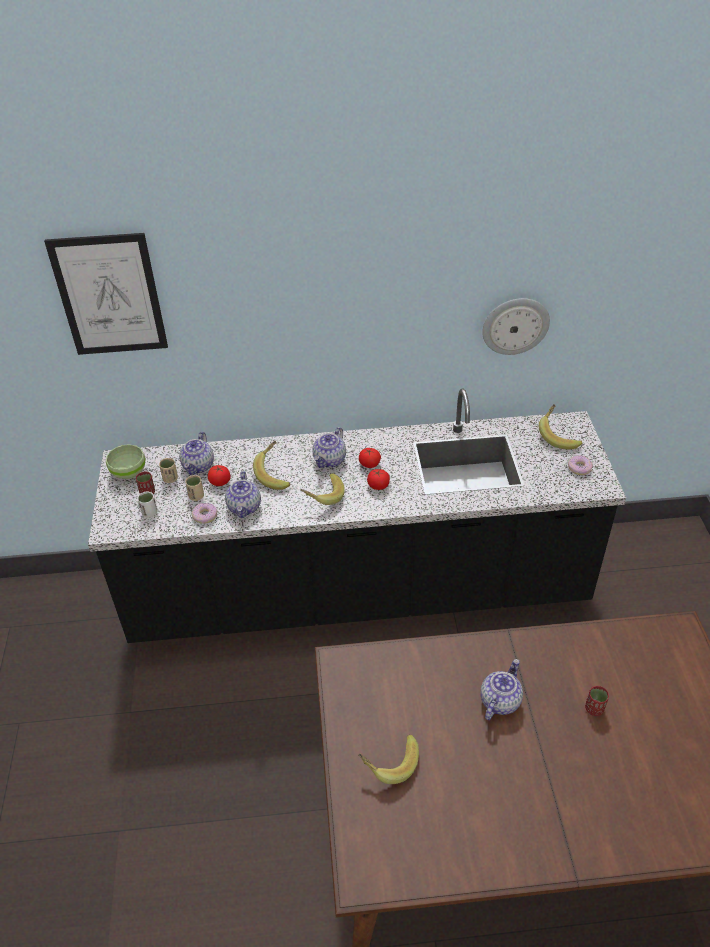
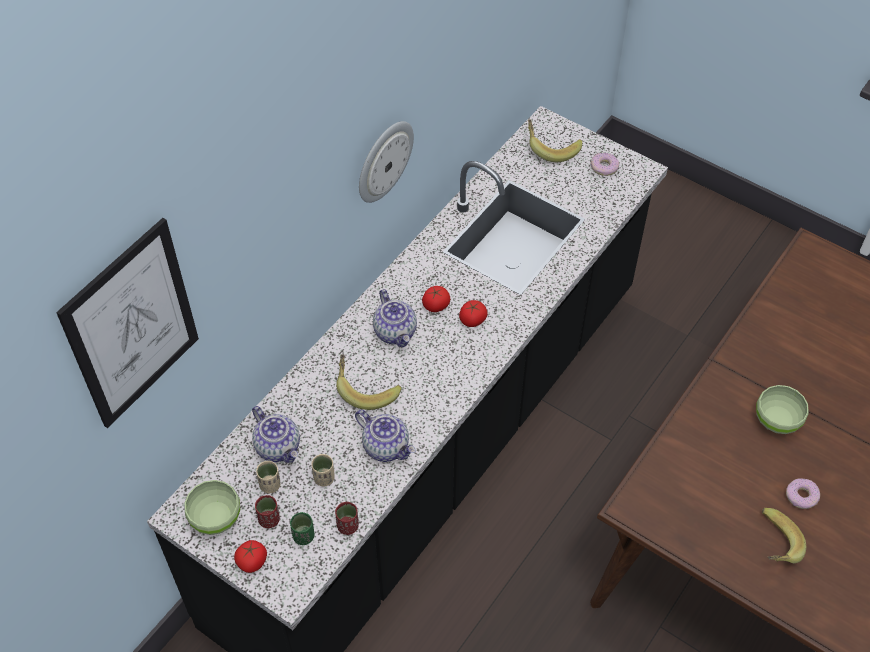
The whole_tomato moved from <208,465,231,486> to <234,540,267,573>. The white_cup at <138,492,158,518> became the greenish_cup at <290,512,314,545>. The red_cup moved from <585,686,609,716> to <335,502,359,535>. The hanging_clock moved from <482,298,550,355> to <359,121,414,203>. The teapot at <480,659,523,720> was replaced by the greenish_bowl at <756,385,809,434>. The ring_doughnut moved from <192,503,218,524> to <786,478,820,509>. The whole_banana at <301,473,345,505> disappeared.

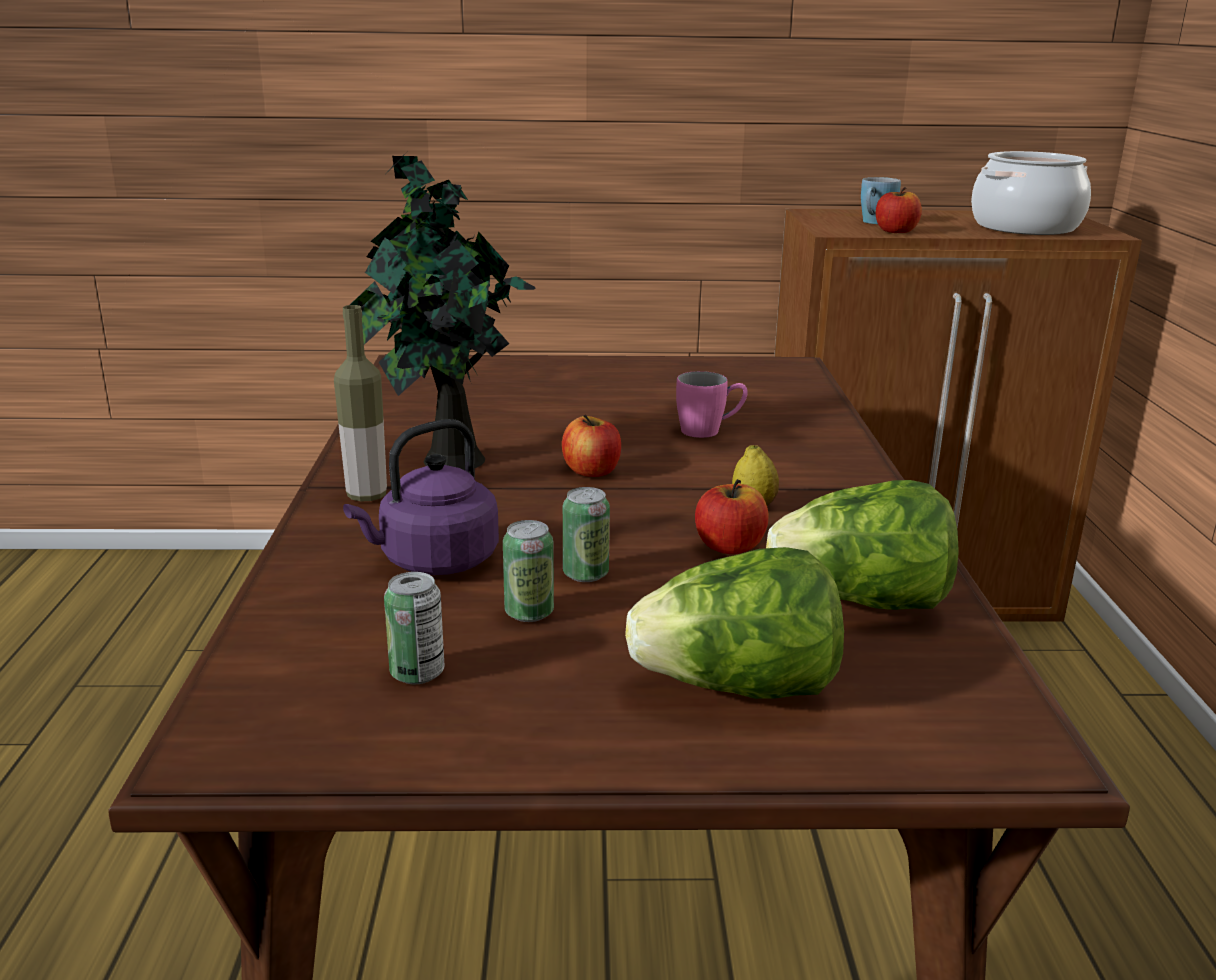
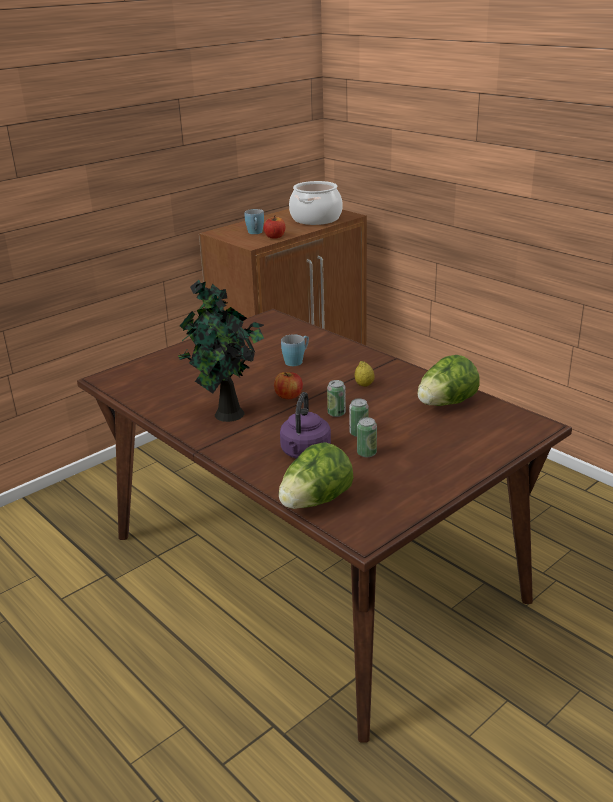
The lettuce moved from <625,547,844,699> to <279,442,353,509>. The pinkish_mug at <676,371,748,438> became the blue_mug at <281,335,309,366>. The can moved from <384,572,445,684> to <327,380,346,417>. The beverage_bottle at <334,305,387,501> disappeared. The apple_fruit at <695,479,768,554> disappeared.

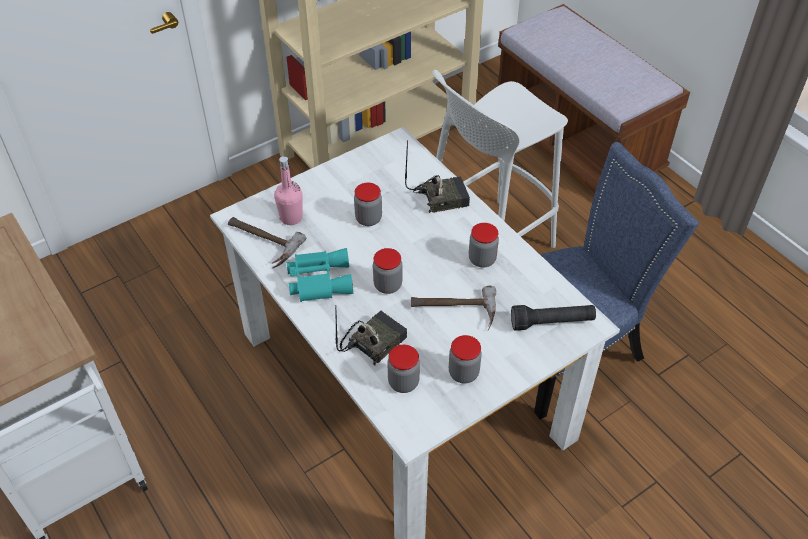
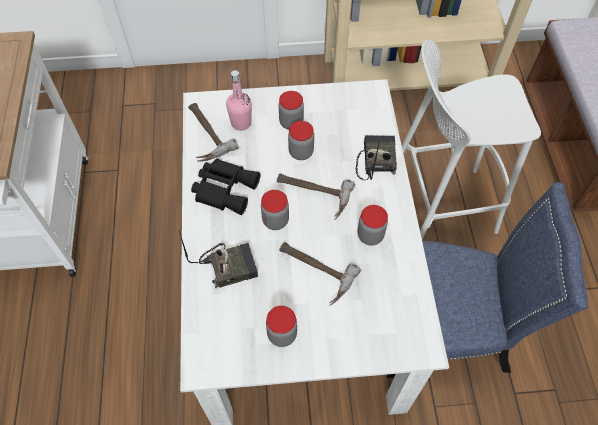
The turquoise-coloured_binoculars at <287,248,353,302> became the black_binoculars at <191,158,261,215>. The hand_hammer at <277,174,355,220> appeared. The preserve_jar moved from <388,345,420,393> to <279,91,304,130>. The radio at <405,140,470,213> turned 105 degrees counterclockwise. The black_flashlight at <511,305,596,331> disappeared.

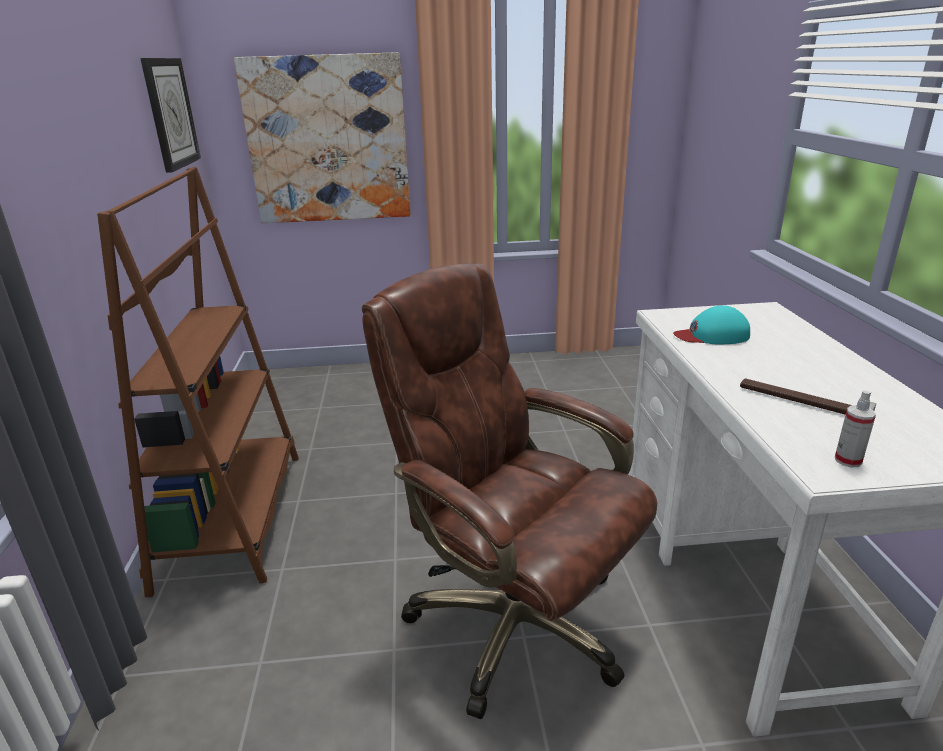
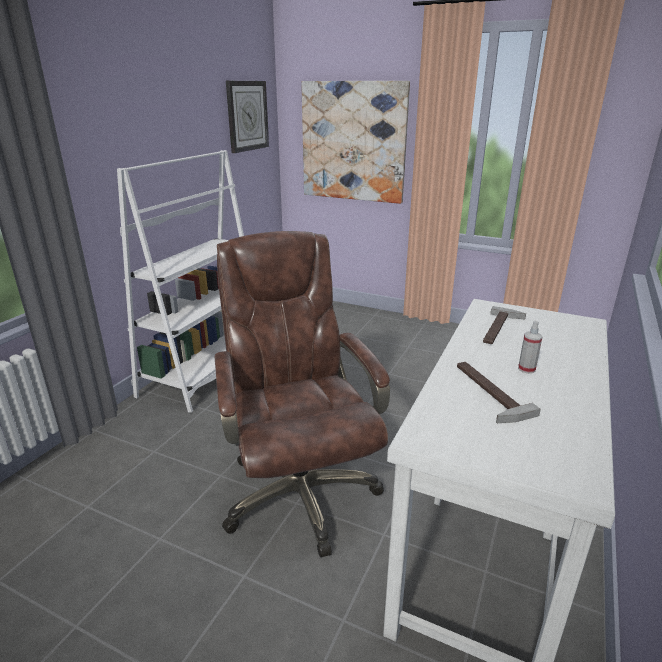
The brown-coloured_bookshelf at <97,167,299,597> became the white_bookshelf at <117,150,244,413>. The turquoise-coloured_cap at <673,305,750,344> was replaced by the hand_hammer at <483,306,526,344>. The sprayer moved from <835,390,876,467> to <518,321,542,374>.

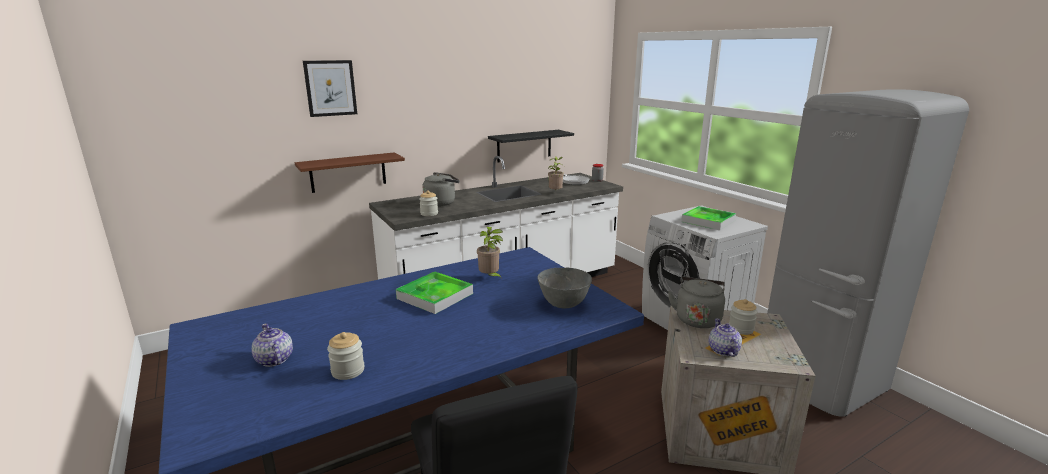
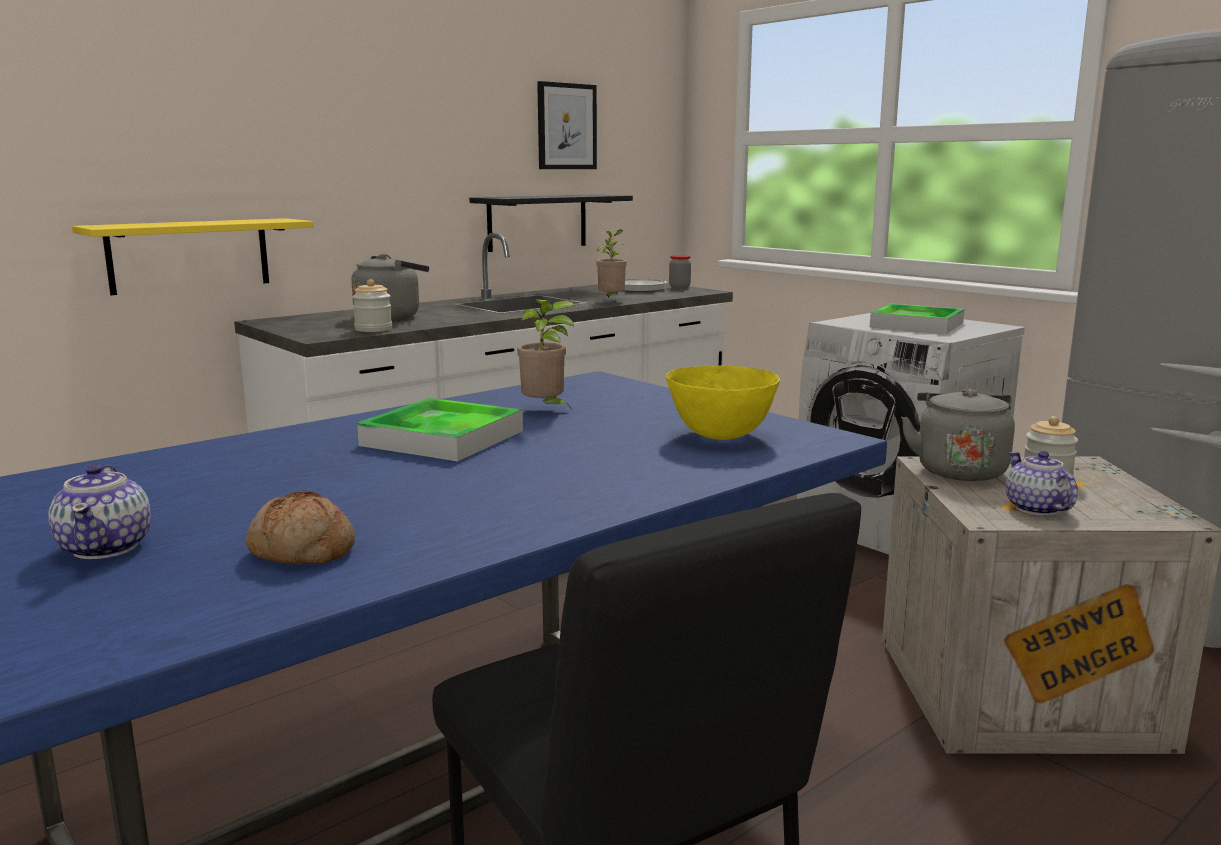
The teapot at <252,324,293,367> turned 150 degrees counterclockwise. The brown-coloured_bracket_shelf at <295,153,405,193> became the yellowish_bracket_shelf at <72,218,314,295>. The preserve_jar at <327,332,365,380> was replaced by the bread at <246,491,355,564>. The picture moved from <303,60,357,117> to <537,81,597,169>. The gray_bowl at <537,268,592,309> became the yellowish_bowl at <666,365,780,440>.

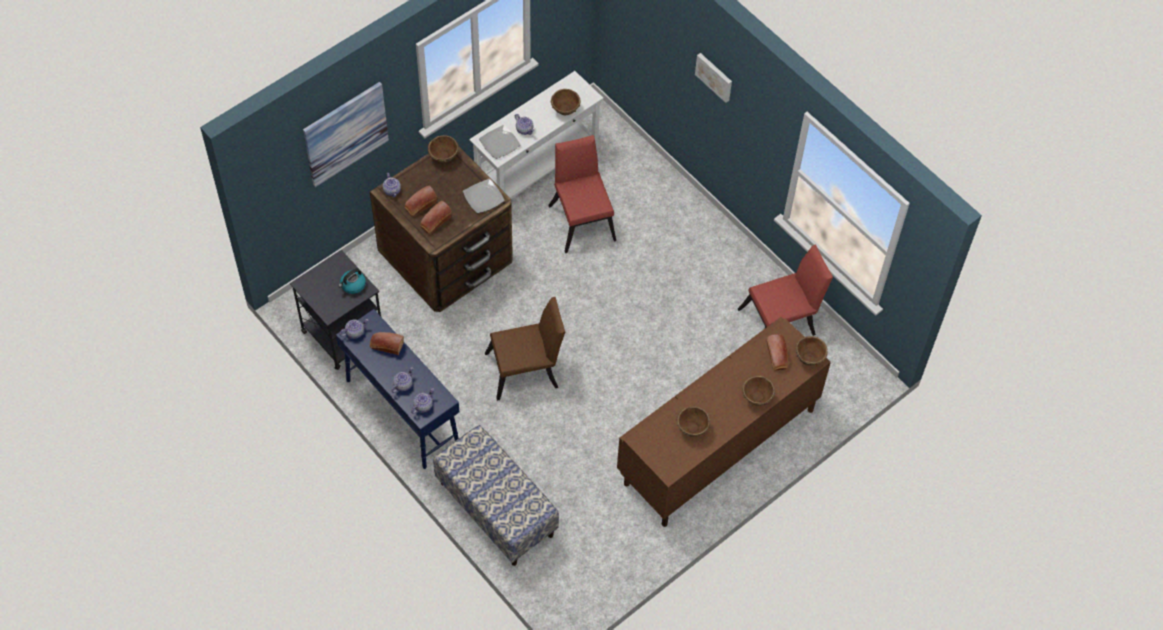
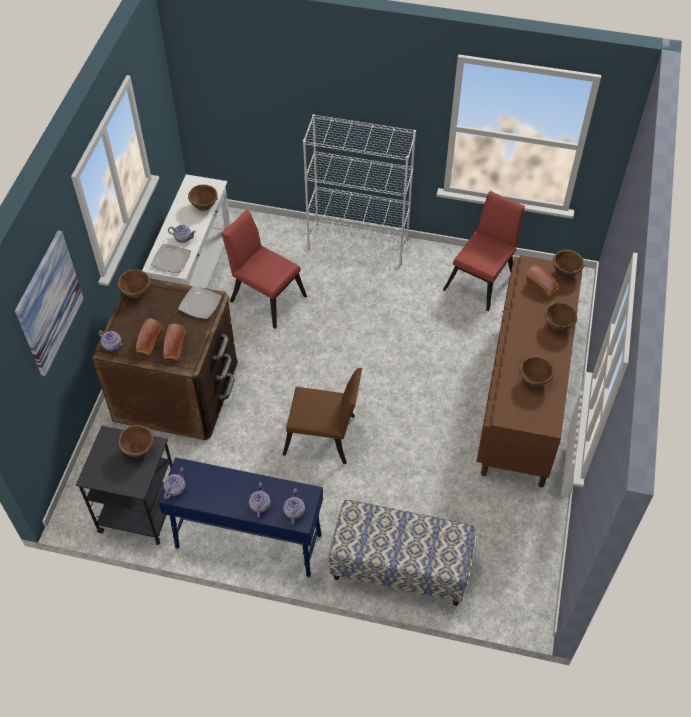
The water_kettle at <338,268,366,294> was replaced by the brown-coloured_bowl at <118,425,155,457>. The brown-coloured_upright_chair at <485,296,565,401> turned 60 degrees clockwise. The white_bookshelf at <303,114,416,266> appeared. The bread at <370,332,404,355> disappeared. The picture at <695,53,732,103> disappeared.

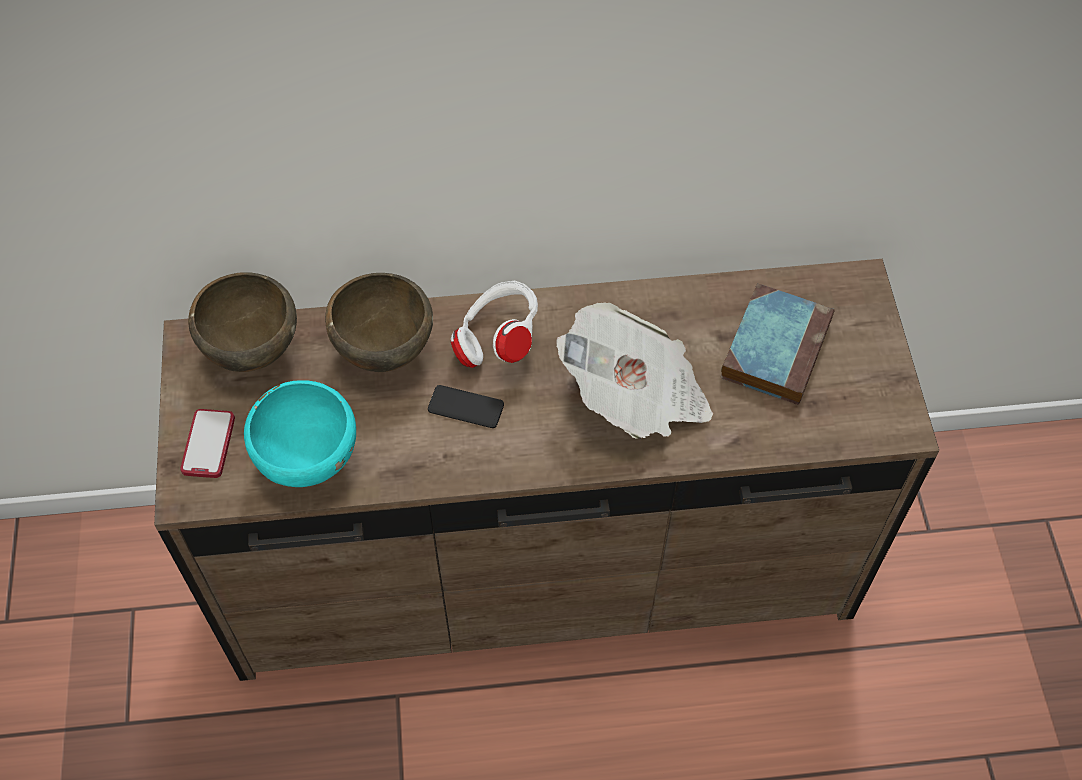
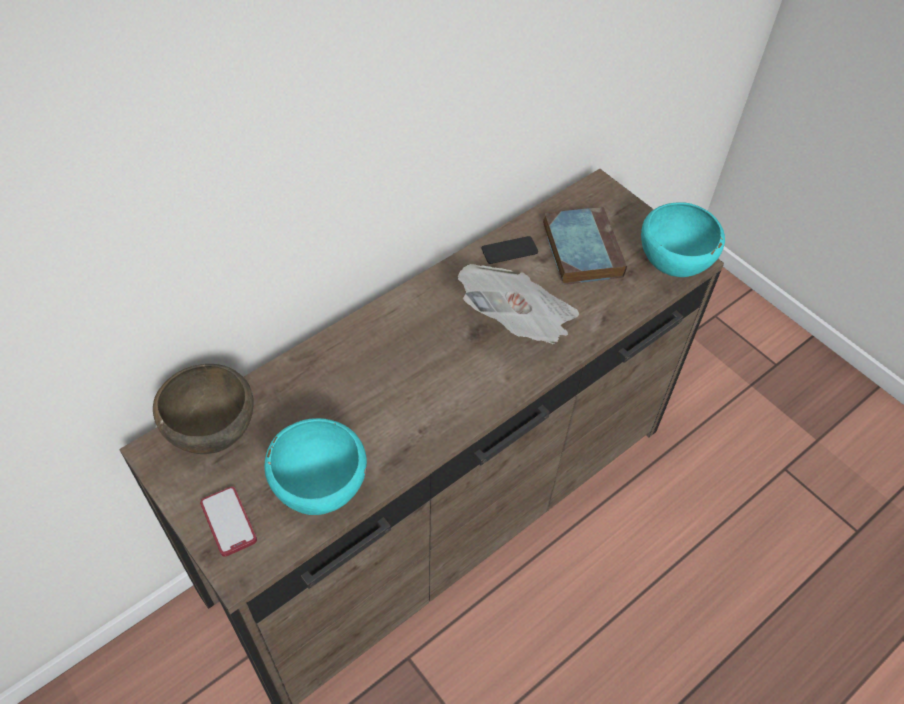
The phone moved from <428,385,504,428> to <482,236,538,264>. The turquoise-coloured_bowl at <641,202,725,277> appeared. The brown-coloured_bowl at <325,273,433,372> disappeared. The white_pair_of_headphones at <451,281,538,368> disappeared.

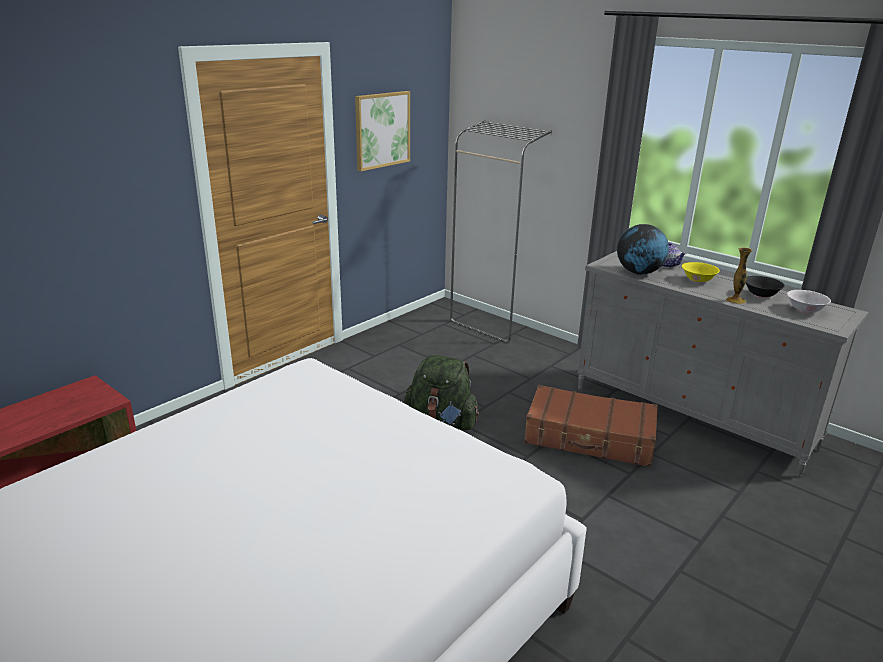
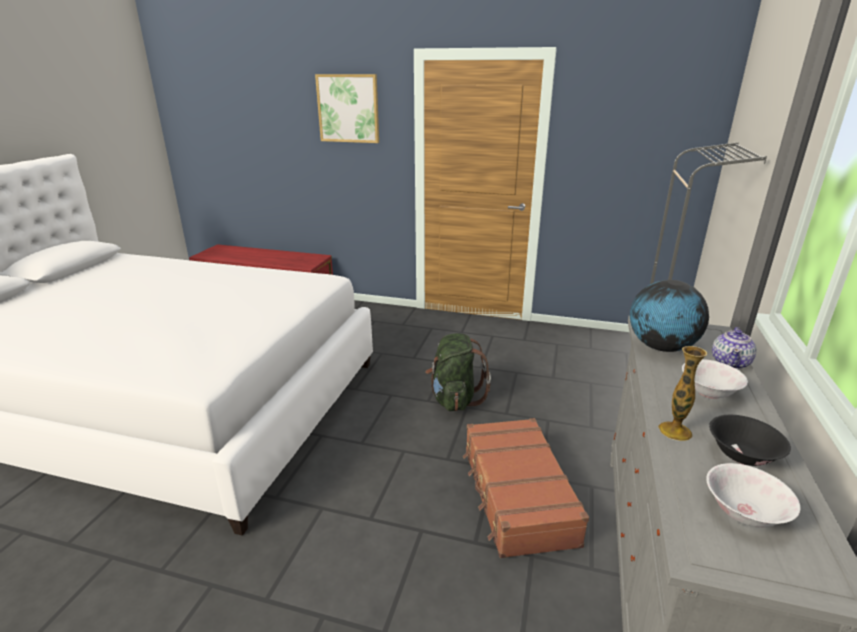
The picture moved from <355,91,410,171> to <315,74,379,143>. The yellowish_bowl at <682,262,720,283> became the white_bowl at <682,359,748,399>.

